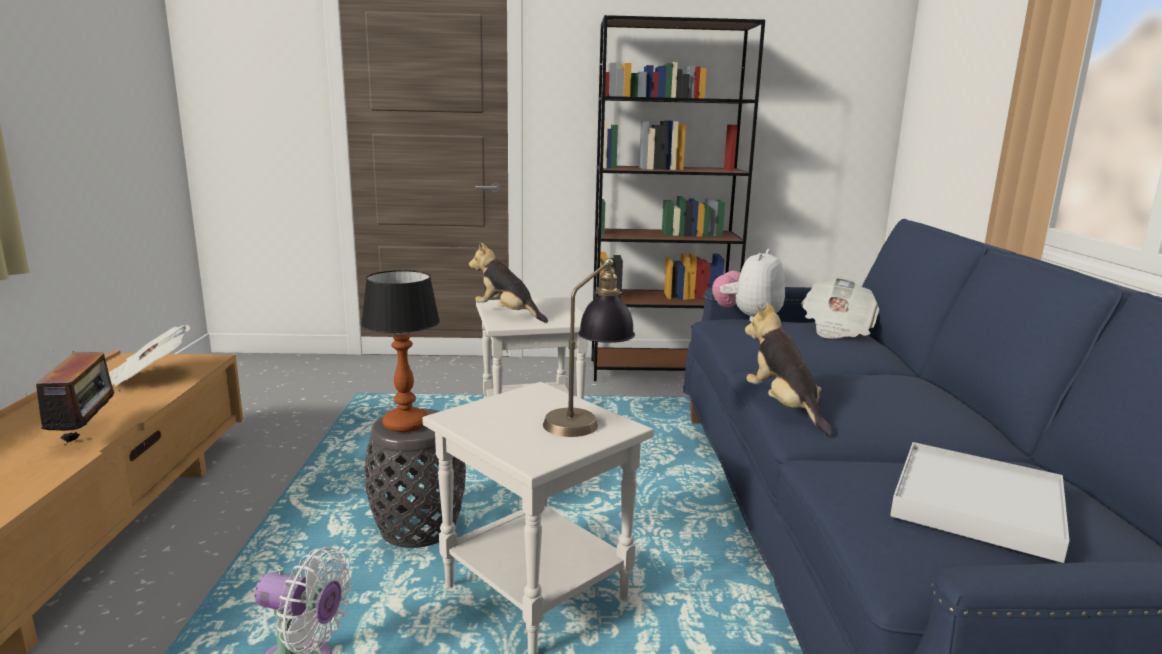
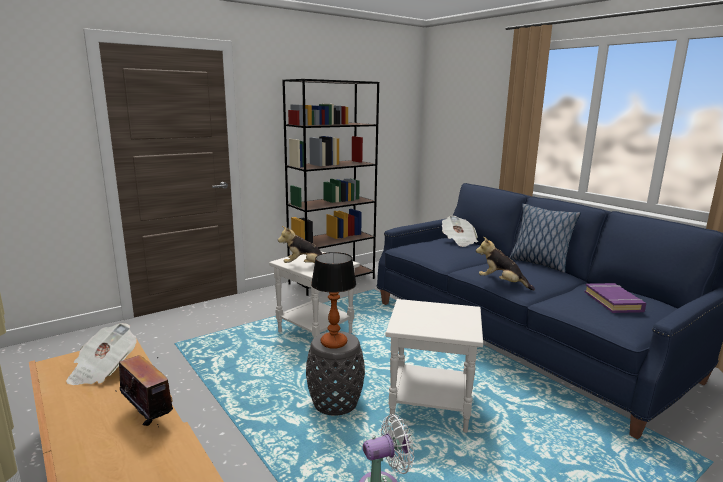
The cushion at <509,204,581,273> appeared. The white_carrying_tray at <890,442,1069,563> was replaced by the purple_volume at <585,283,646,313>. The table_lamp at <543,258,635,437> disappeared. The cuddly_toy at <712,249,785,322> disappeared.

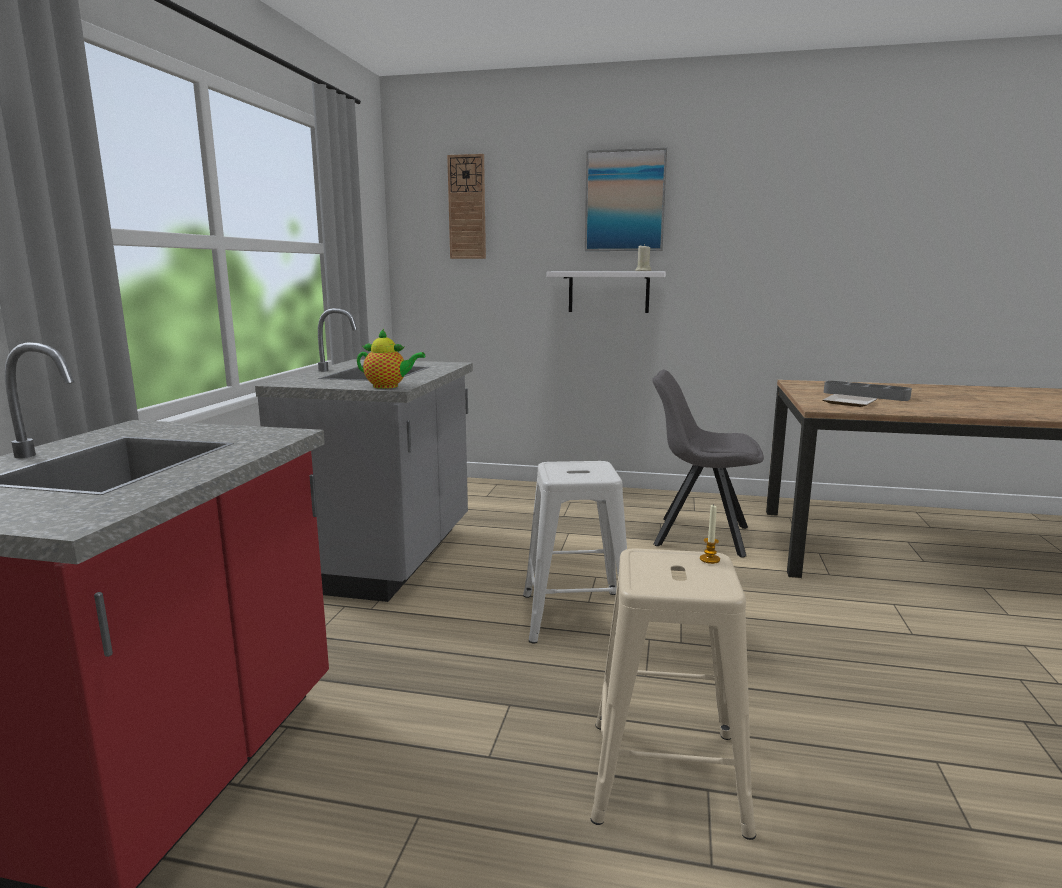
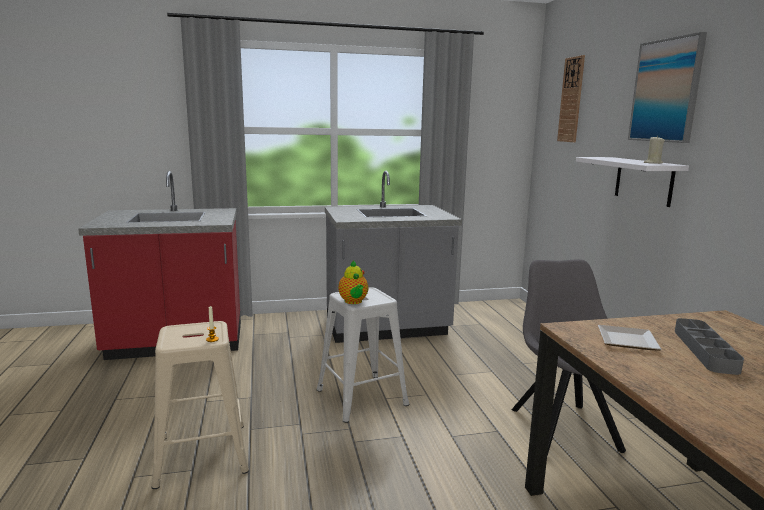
The teapot moved from <357,329,425,389> to <338,260,368,304>.

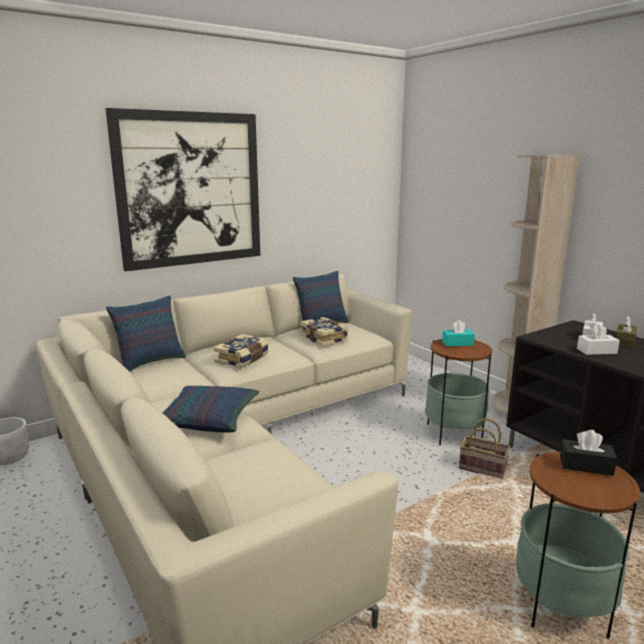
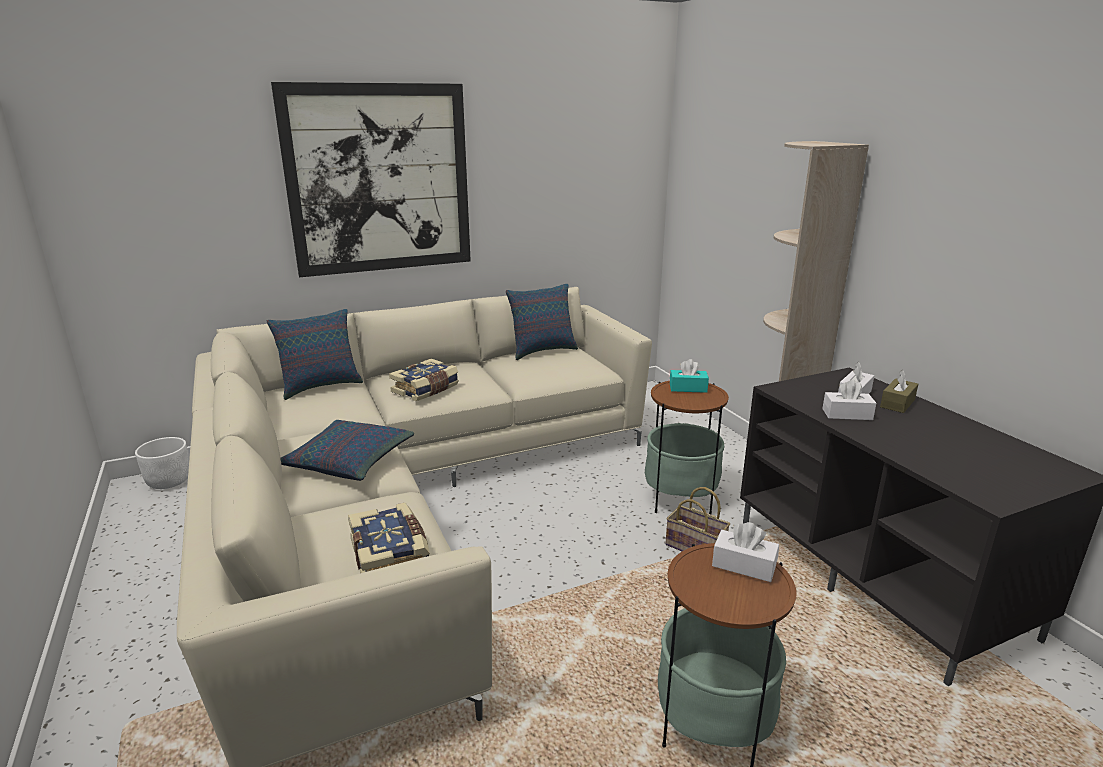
The volume moved from <300,317,348,347> to <348,503,430,573>. The black_tissue_box at <560,430,617,476> became the white_tissue_box at <712,522,779,582>.

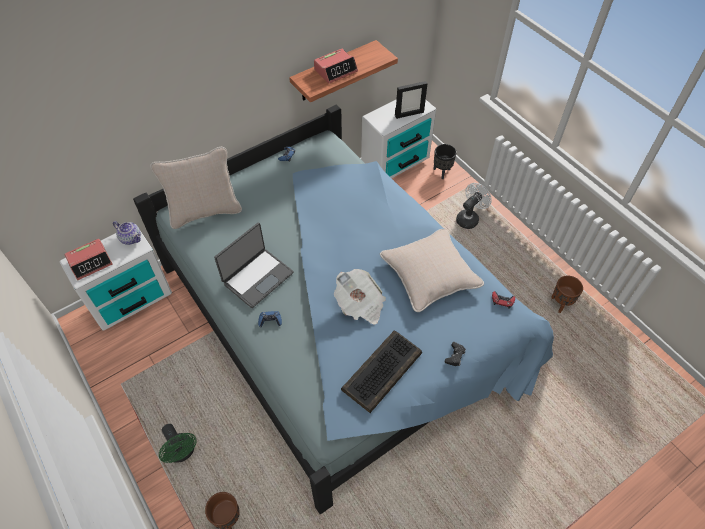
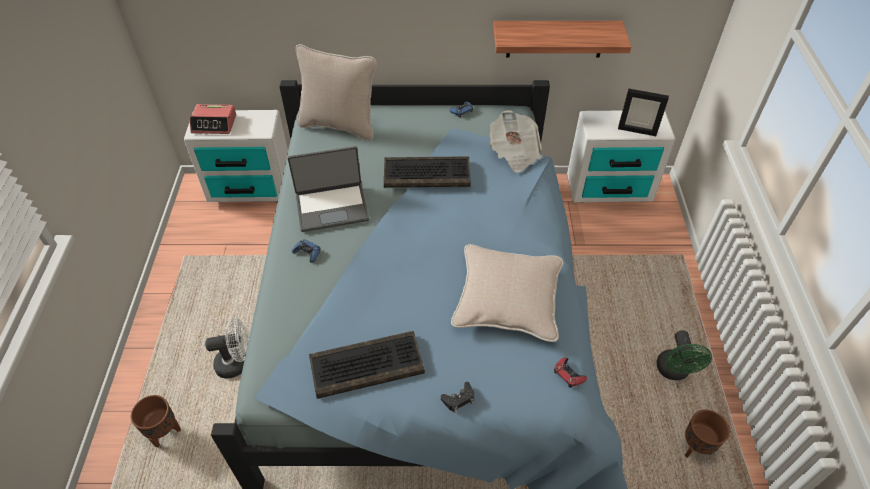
The white_fan moved from <456,183,492,229> to <205,318,249,378>. The computer_keyboard at <384,156,471,188> appeared. The printed_paper moved from <334,269,386,325> to <490,110,542,173>. The greenish_fan moved from <159,424,197,463> to <657,330,712,380>. The teapot at <113,221,141,245> disappeared. The table_clock at <314,49,358,84> disappeared. The black_plant_pot at <433,144,457,179> disappeared.

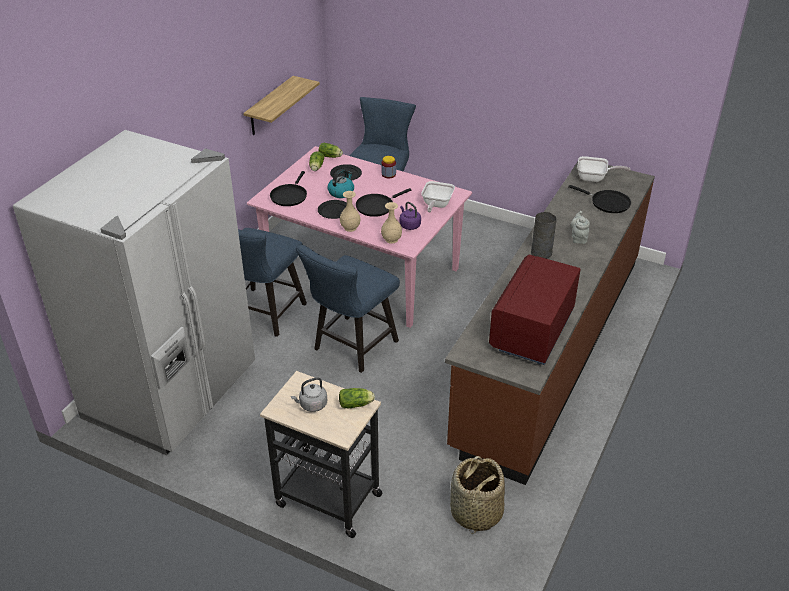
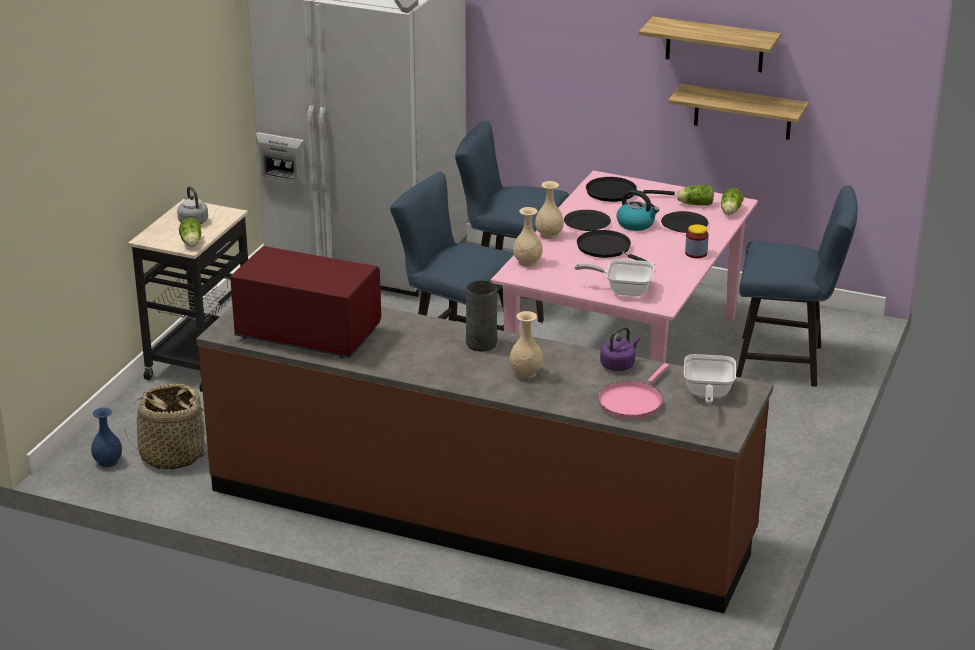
The blue_vase at <91,407,122,467> appeared. The gray_teapot at <570,211,590,244> was replaced by the beige-coloured_vase at <510,311,543,379>. The black_frying_pan at <568,185,631,213> became the pinkish_frying_pan at <598,363,669,419>. The purple_water_kettle moved from <400,202,421,230> to <600,327,640,371>. The bracket_shelf at <639,16,781,73> appeared.

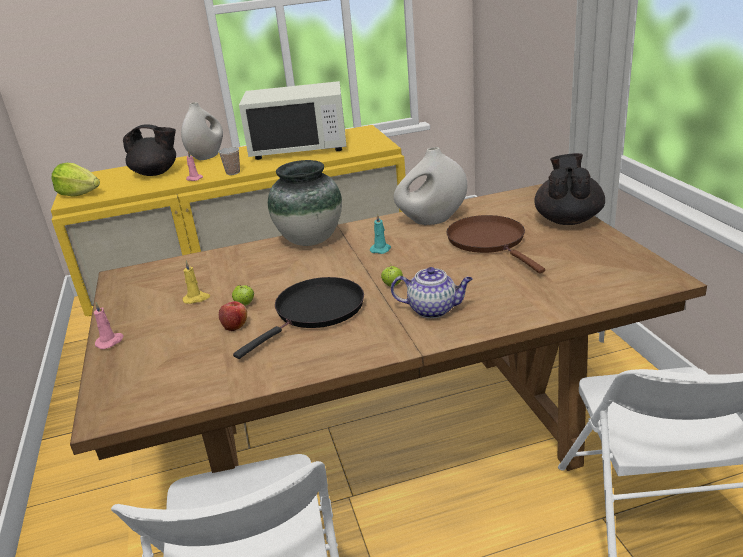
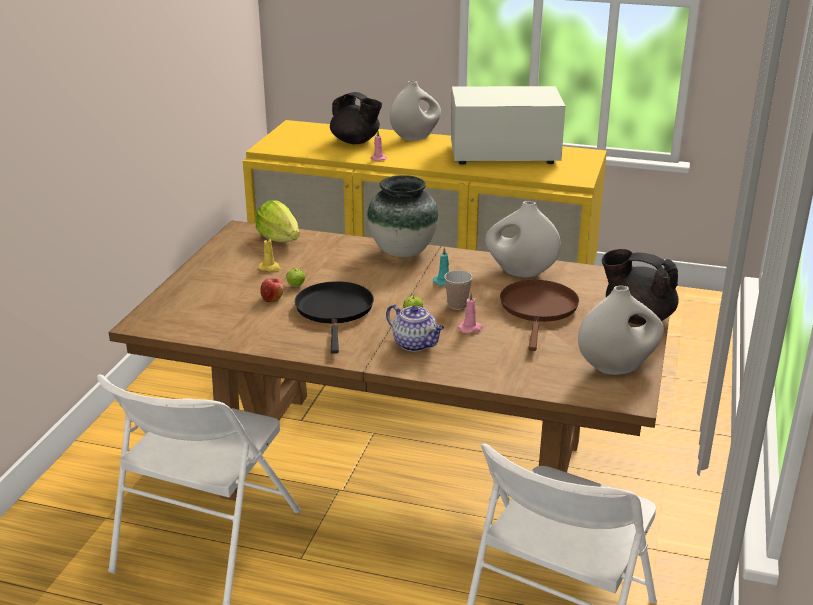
The lettuce moved from <52,163,100,197> to <256,200,299,242>. The black_frying_pan at <233,277,364,359> turned 75 degrees counterclockwise. The cup moved from <218,147,240,175> to <444,270,473,310>. The white_kitchen_microwave at <239,81,346,160> turned 150 degrees clockwise. The pinkish_candle moved from <94,302,124,349> to <458,292,483,333>. The white_vase at <578,286,664,375> appeared. The black_teapot at <535,153,605,225> turned 105 degrees counterclockwise.

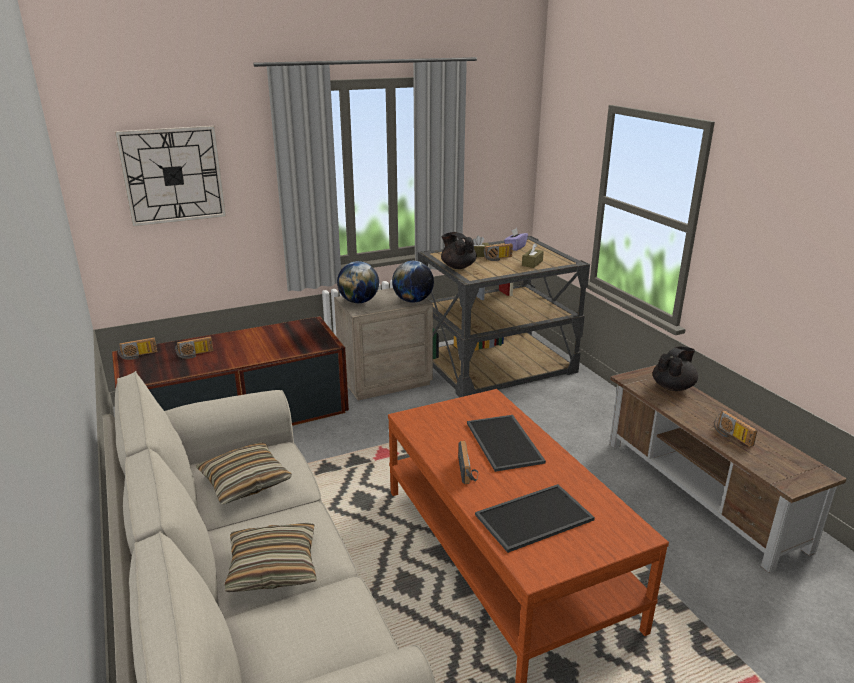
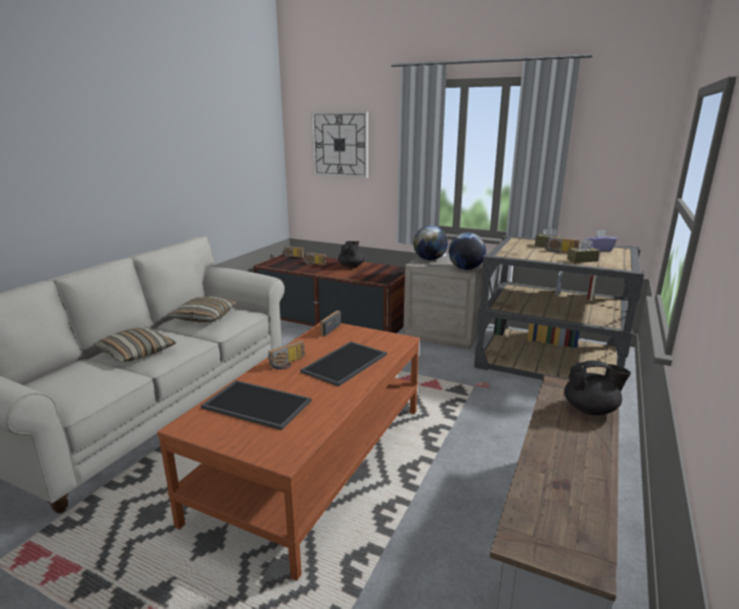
The radio moved from <714,411,757,447> to <320,310,341,336>. The black_teapot moved from <441,232,477,269> to <338,241,365,268>.

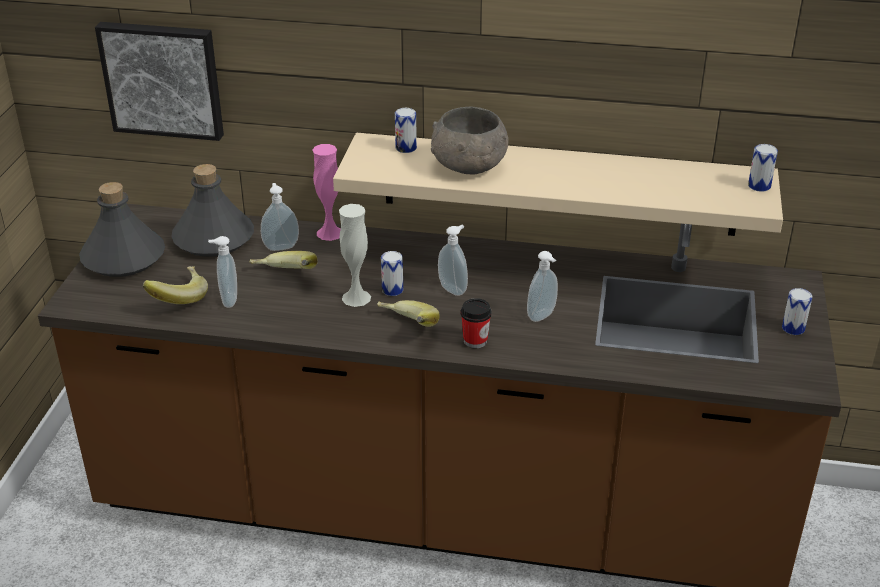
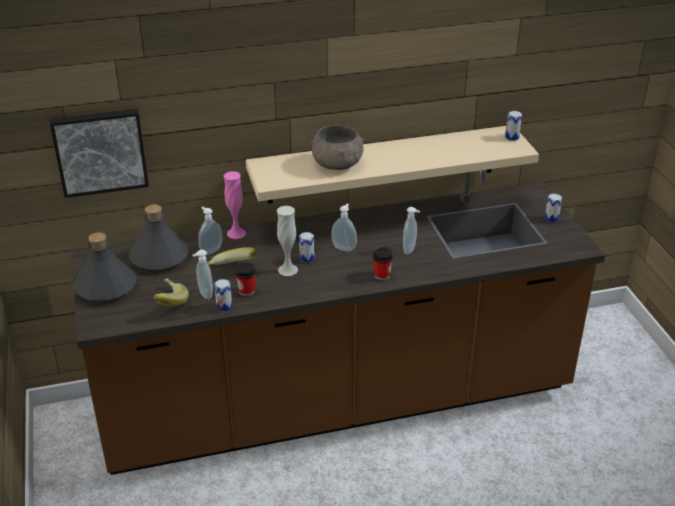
The can moved from <395,108,417,153> to <214,279,232,312>. The cup at <235,262,256,296> appeared. The whole_banana at <377,300,439,327> disappeared.

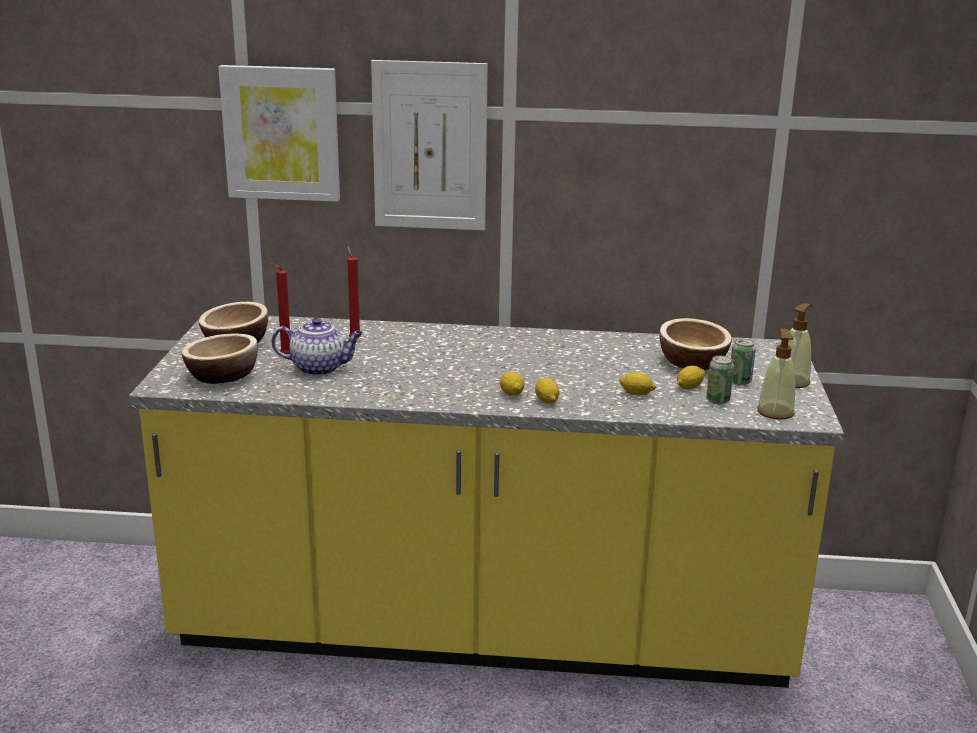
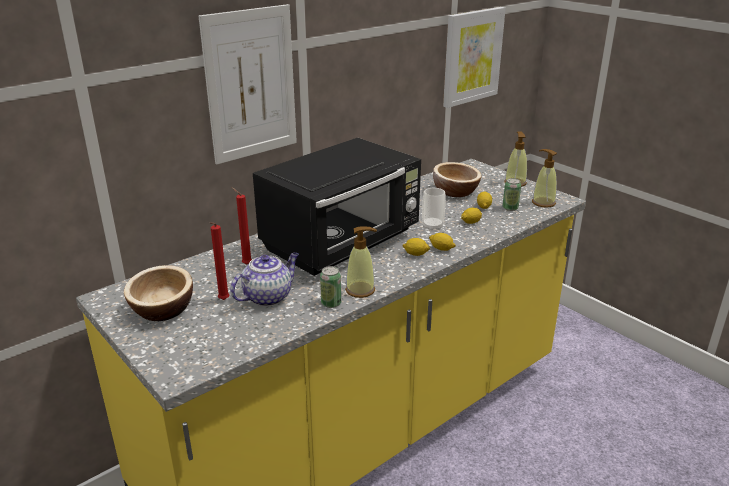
The black_kitchen_microwave at <253,138,421,276> appeared. The can moved from <731,338,756,385> to <320,266,341,308>. The soap_bottle at <345,226,377,298> appeared. The cup at <422,188,446,231> appeared. The picture moved from <218,65,340,202> to <443,7,506,108>. The bowl at <182,334,258,384> disappeared.

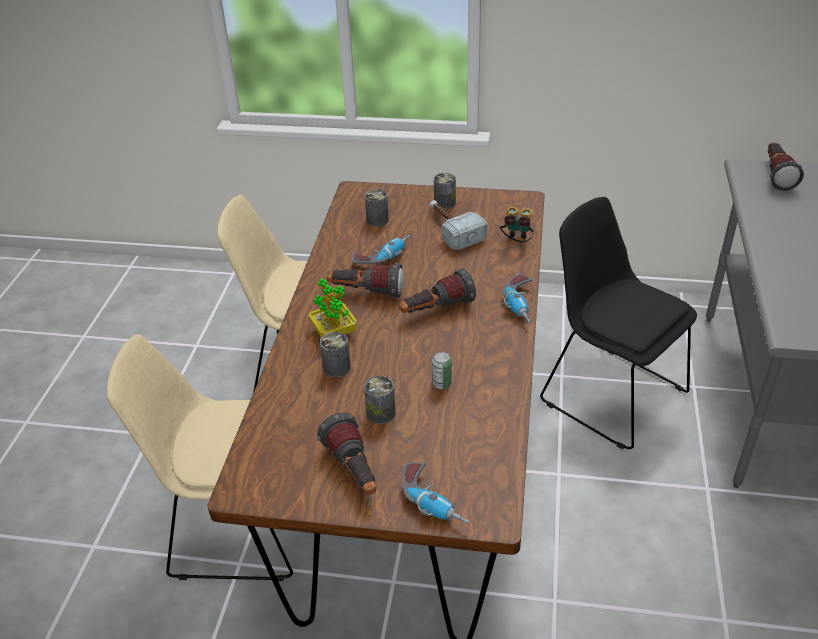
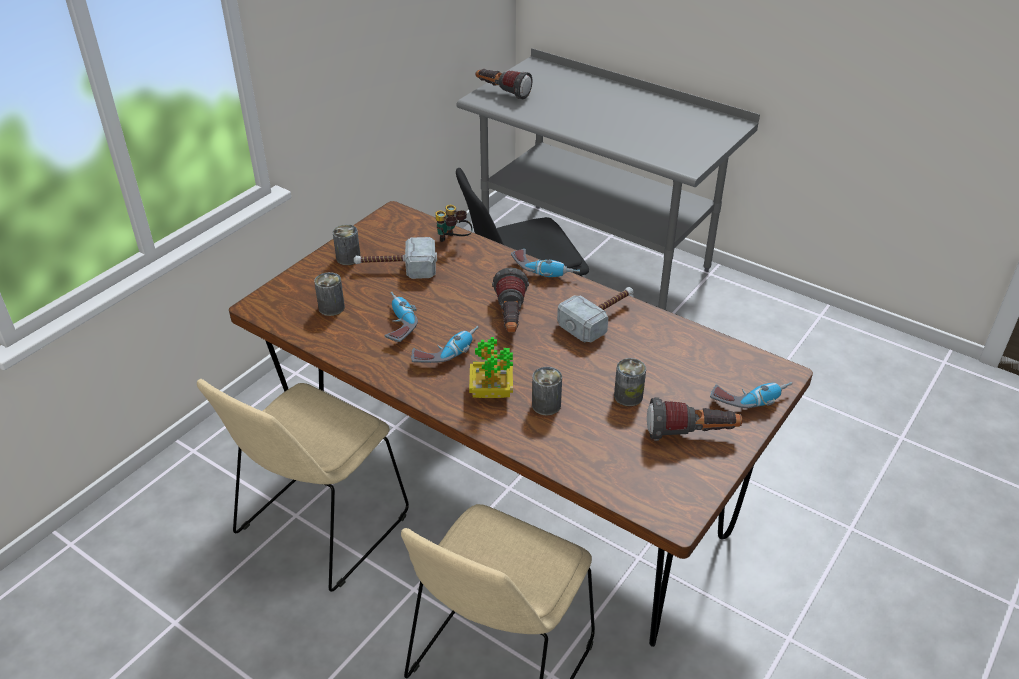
The flashlight at <327,263,404,299> was replaced by the power_drill at <411,326,479,363>. The hand_hammer at <557,287,633,342> appeared. The can at <432,352,452,389> disappeared.

